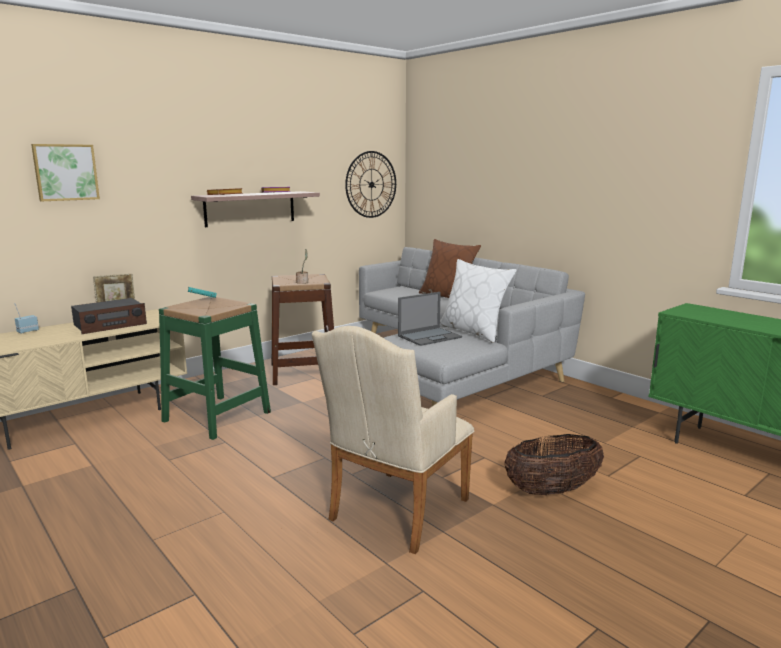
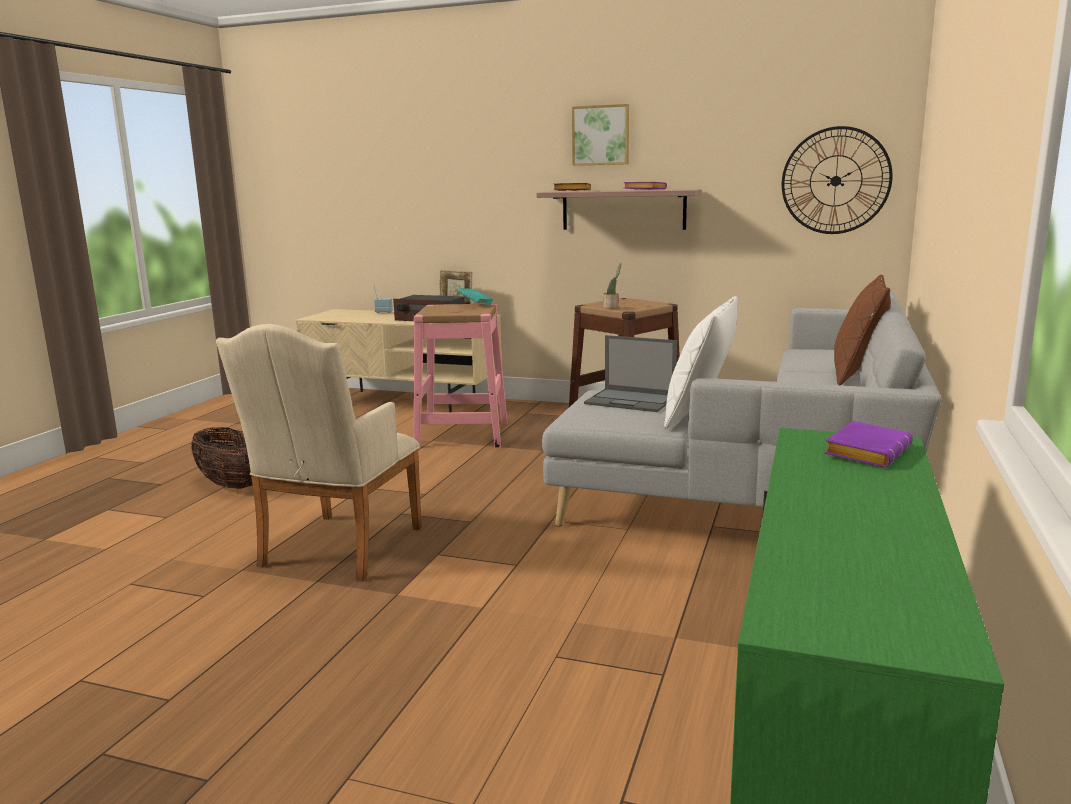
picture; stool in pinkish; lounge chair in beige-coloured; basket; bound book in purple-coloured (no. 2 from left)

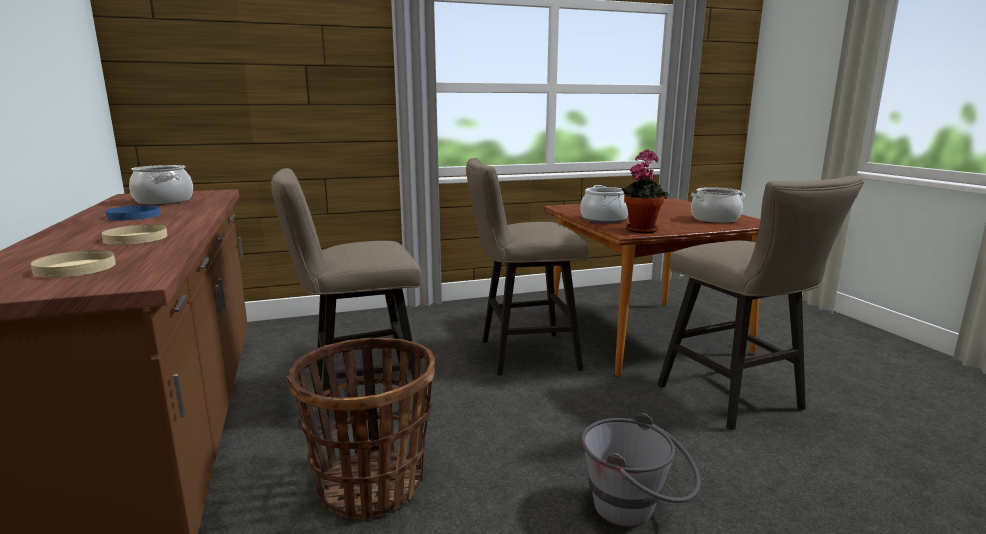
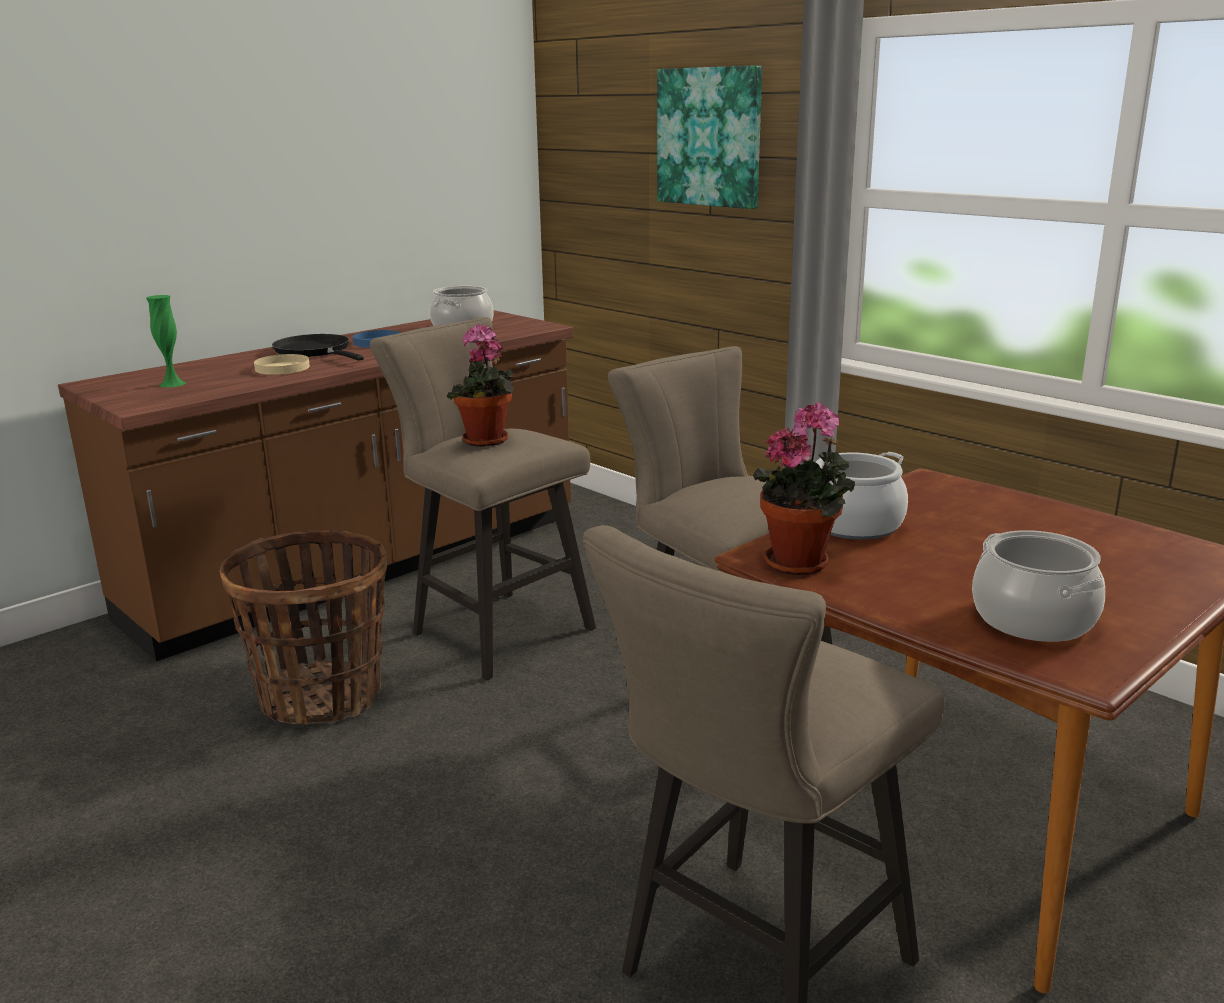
vase in green; pail in gray; pan in black-coloured; houseplant (no. 1 from left); picture

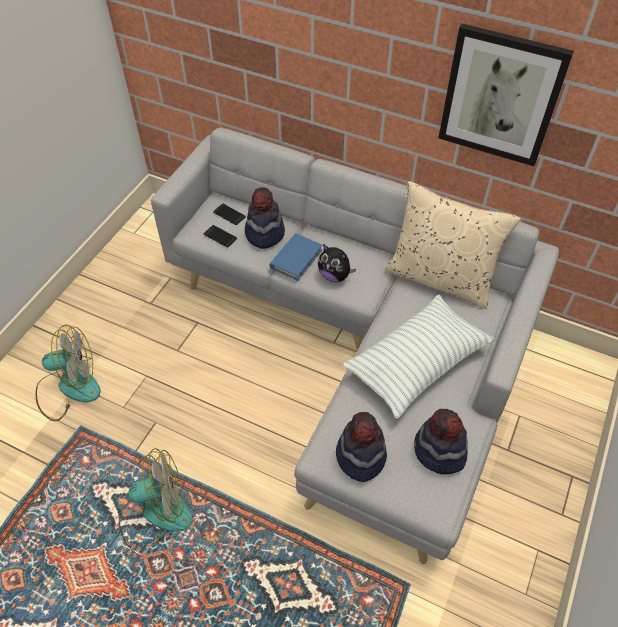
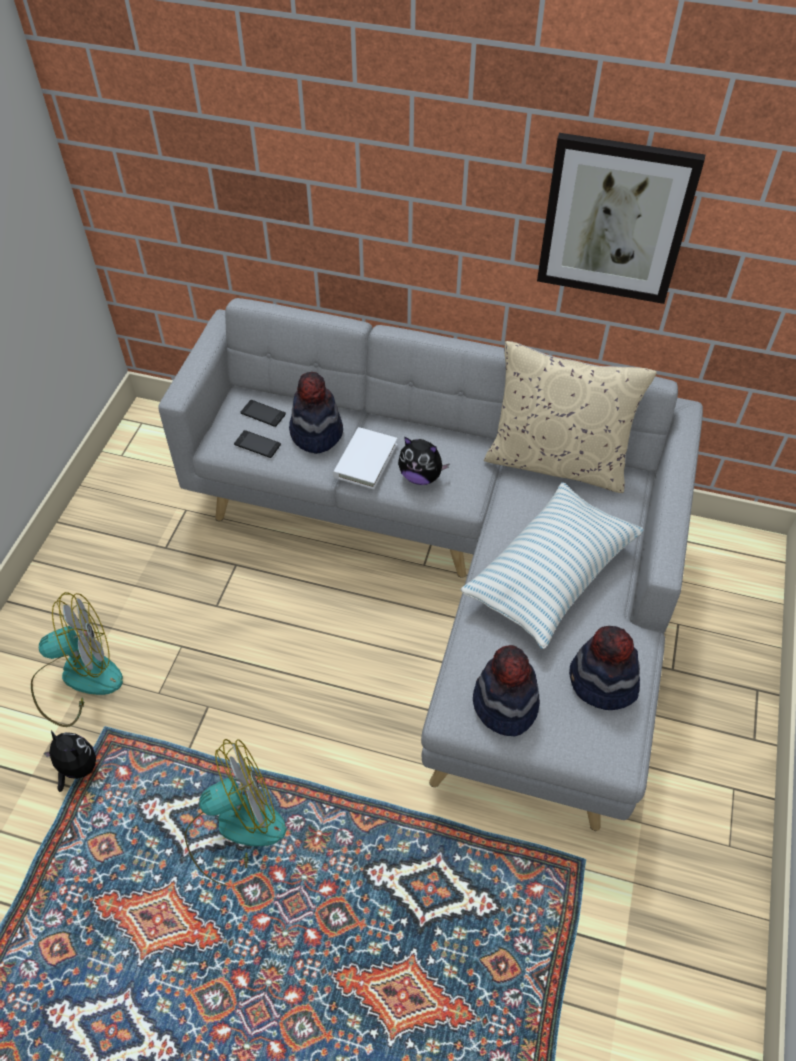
bound book in white; cuddly toy (no. 1 from left)

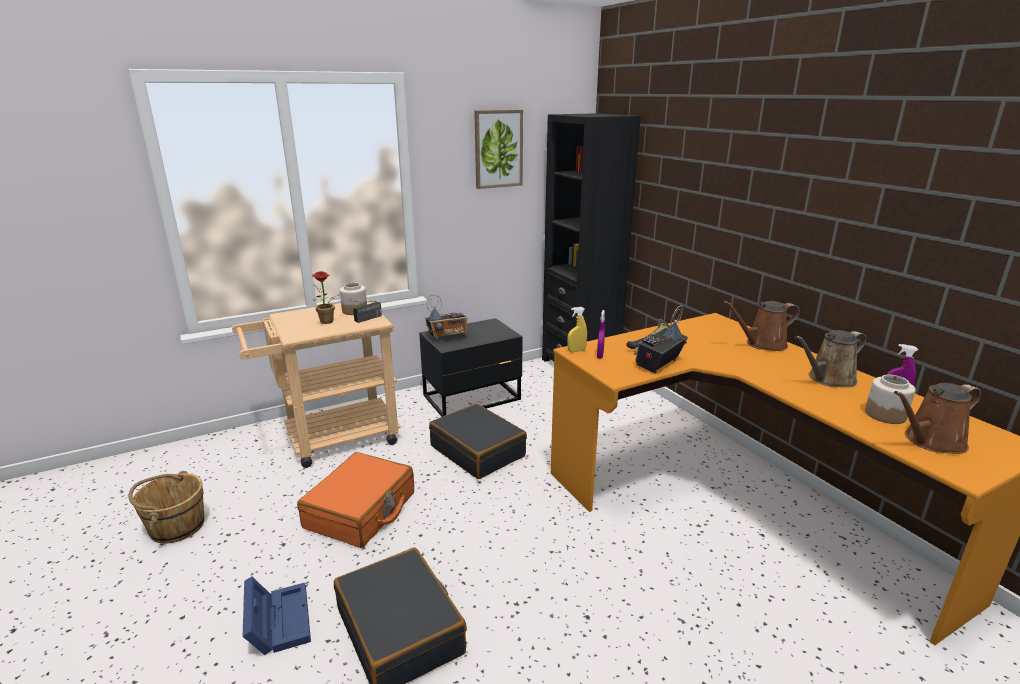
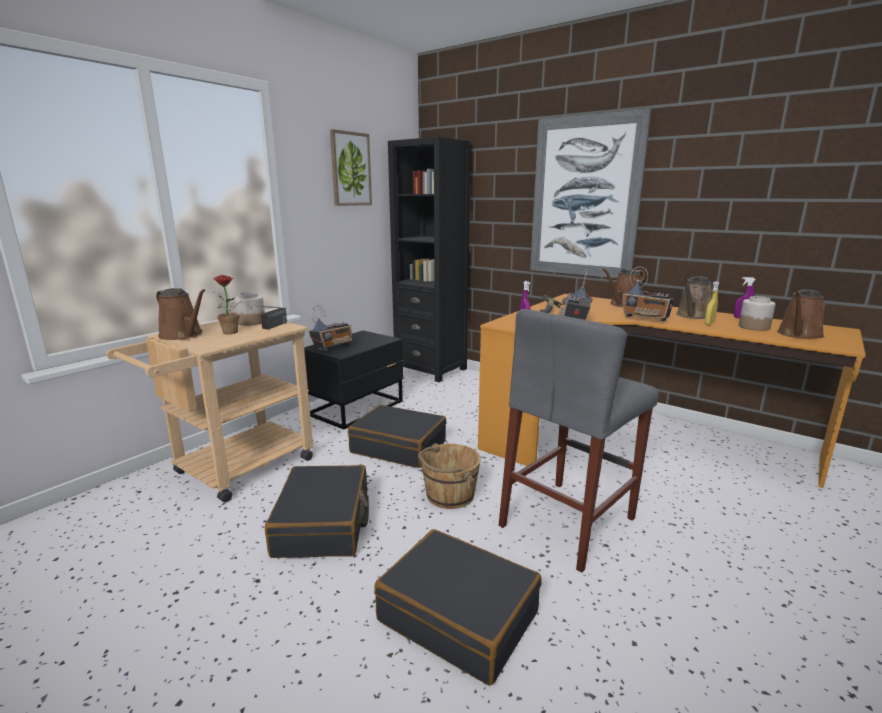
pail in brown-coloured; storage box in blue-coloured; travel case in black-coloured (no. 1 from left); spray bottle in yellow; watering can in brown-coloured (no. 1 from left); stool in gray; picture (no. 2 from left); radio set (no. 4 from left)

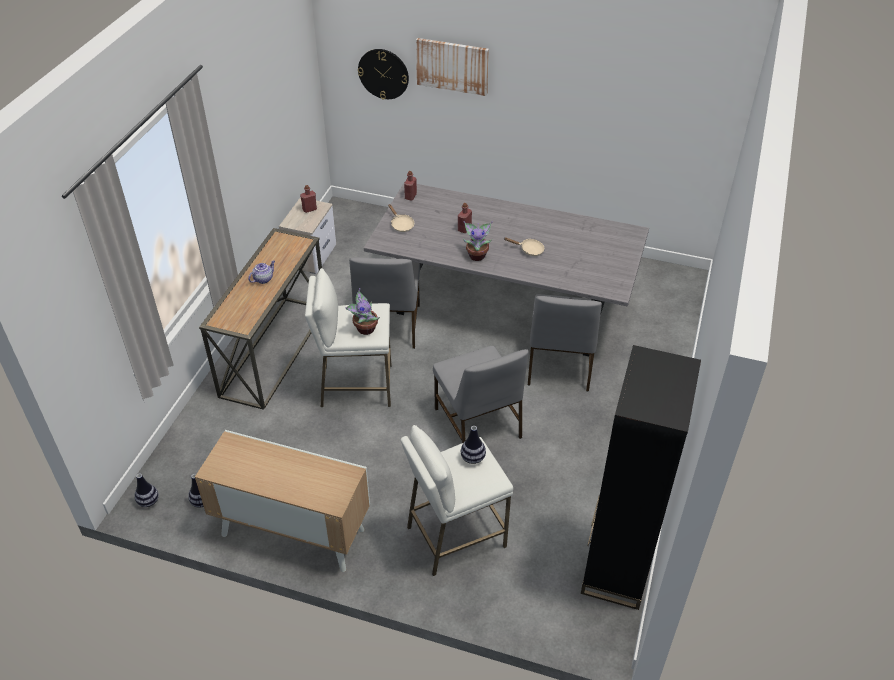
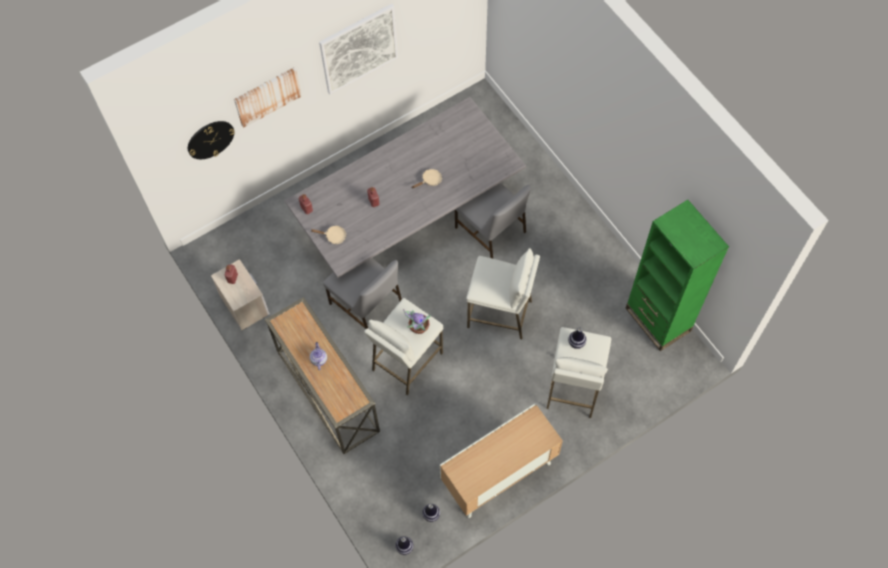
stool in white (no. 2 from left); houseplant (no. 2 from left in the first image); bookshelf in green; picture (no. 2 from left)

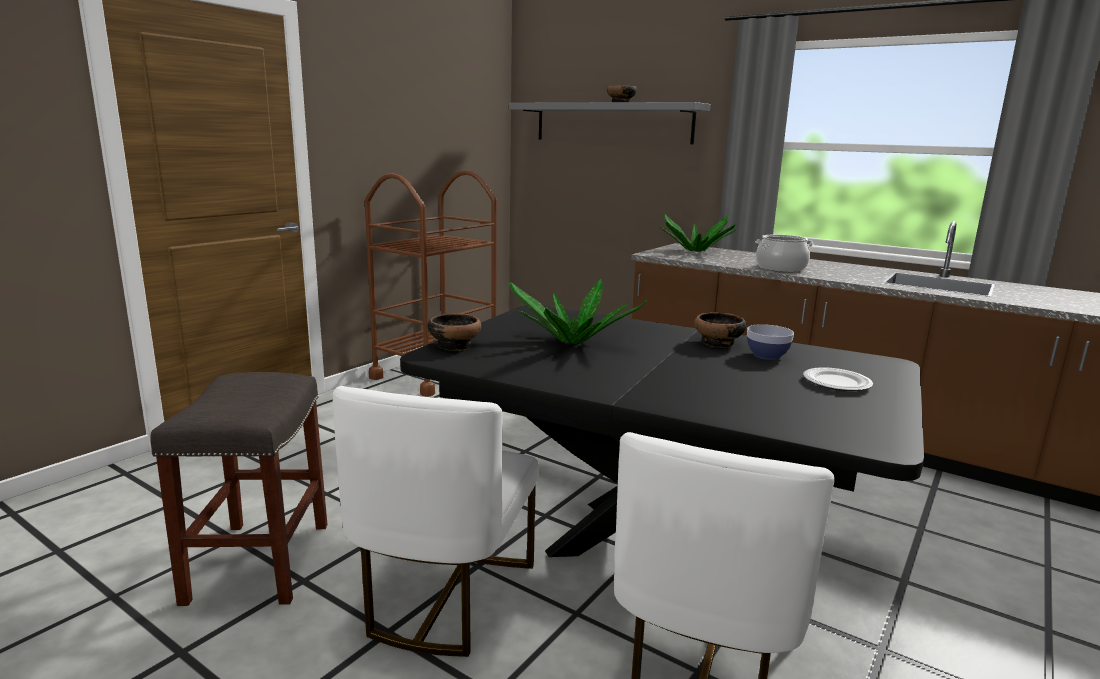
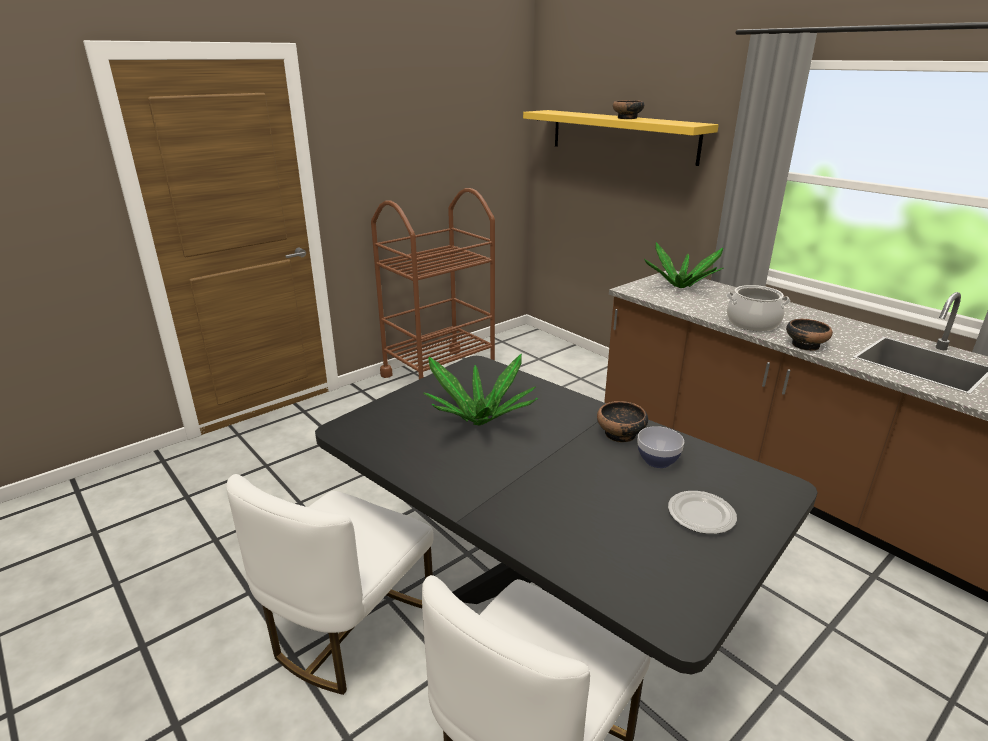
stool in gray; serving bowl (no. 4 from left); shelf in yellow

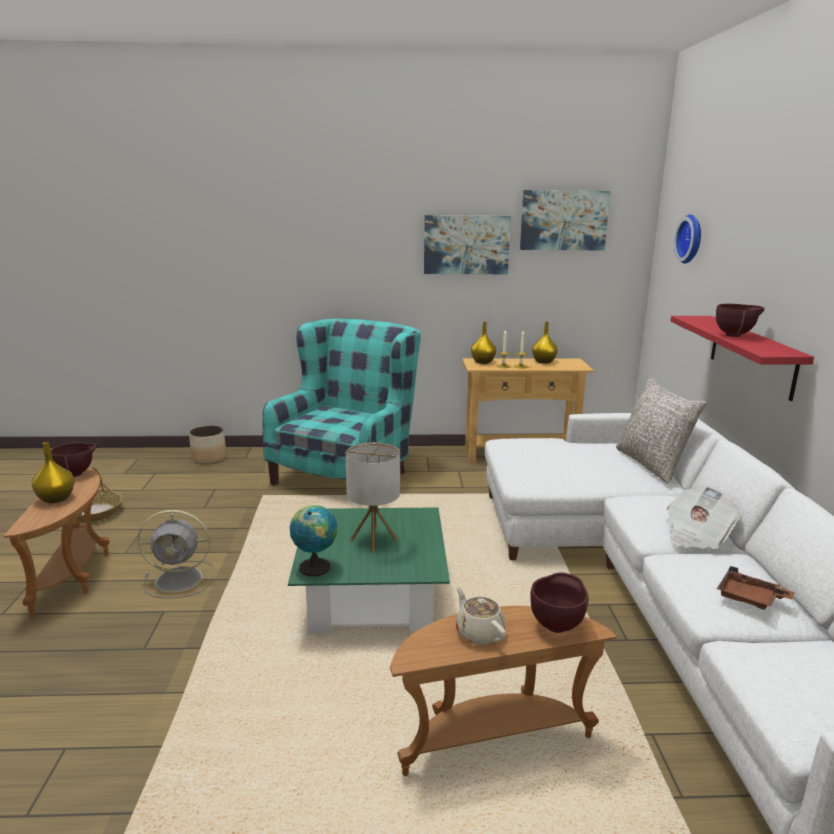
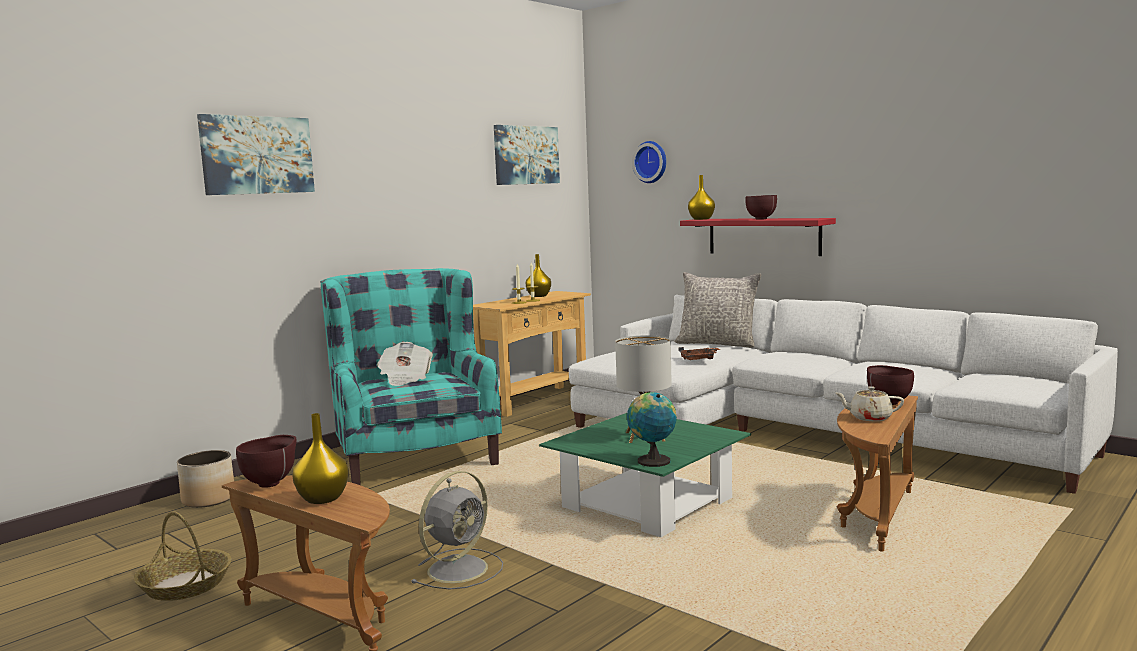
picture (no. 1 from left); vase in yellow (no. 3 from left); newspaper; serving tray in brown-coloured

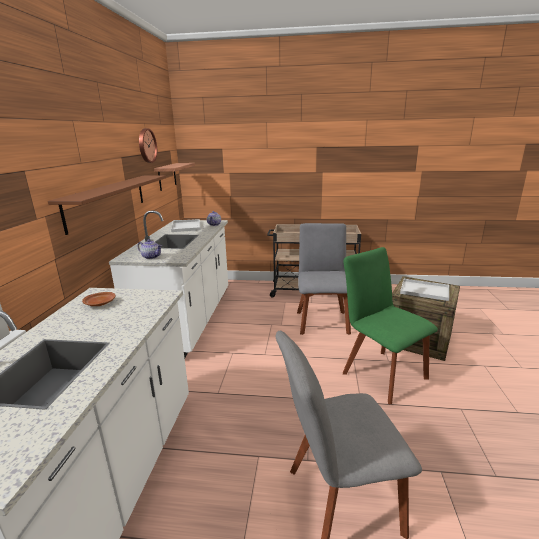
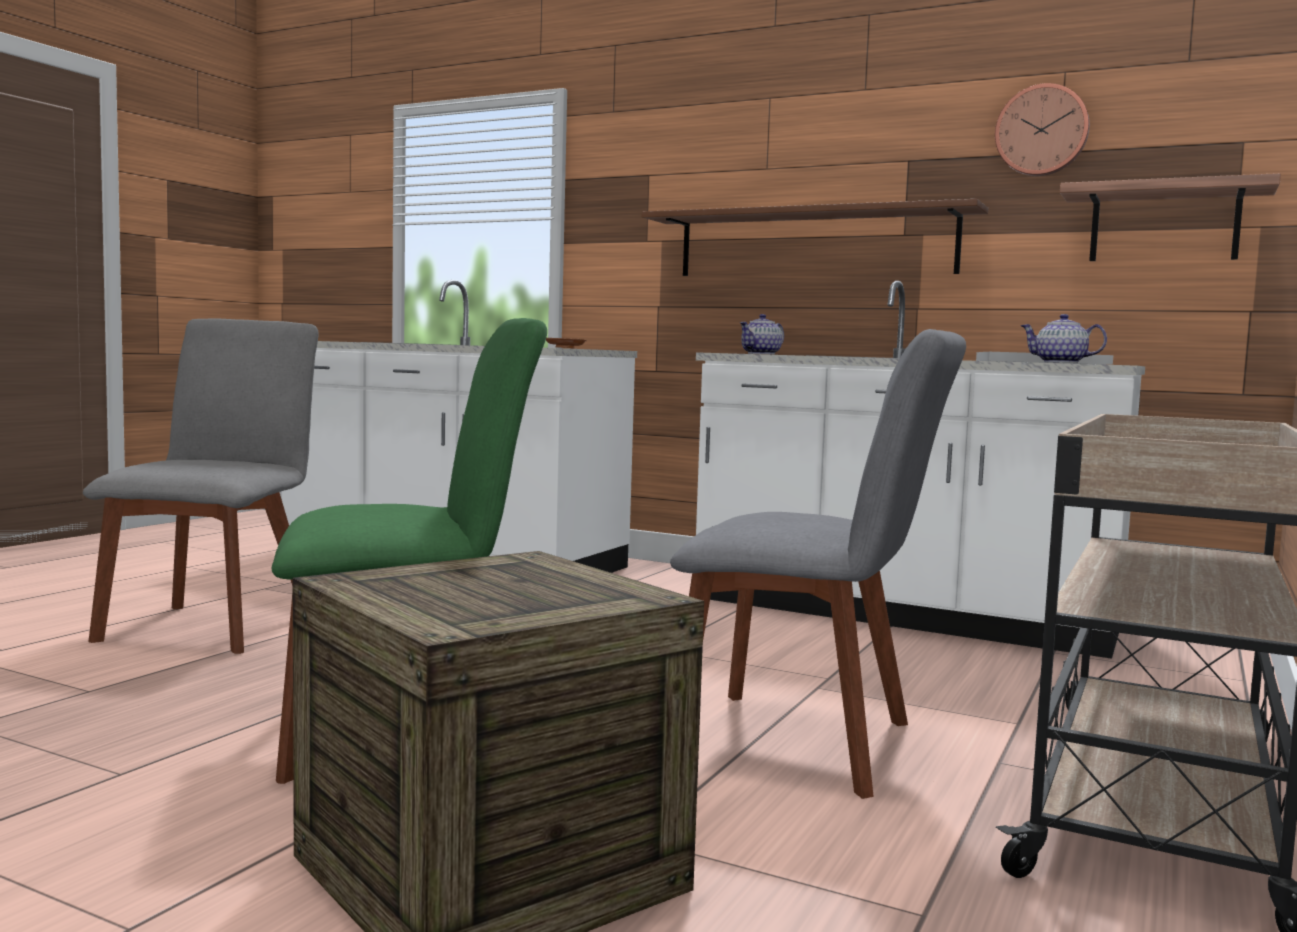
serving tray in white (no. 2 from left in the first image)

